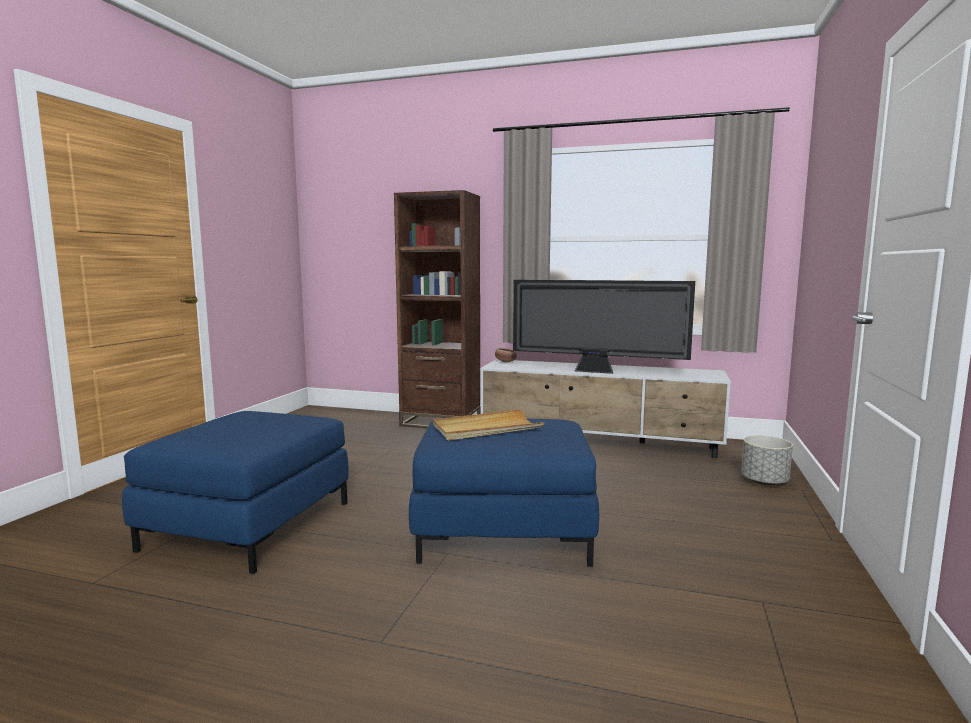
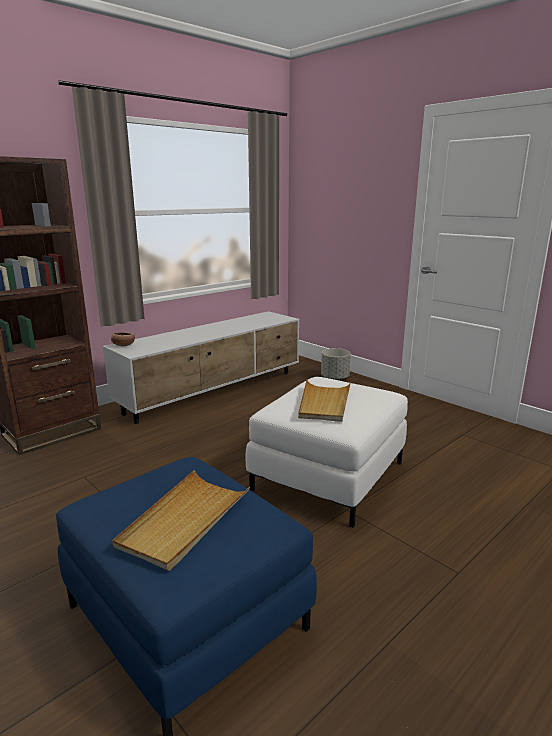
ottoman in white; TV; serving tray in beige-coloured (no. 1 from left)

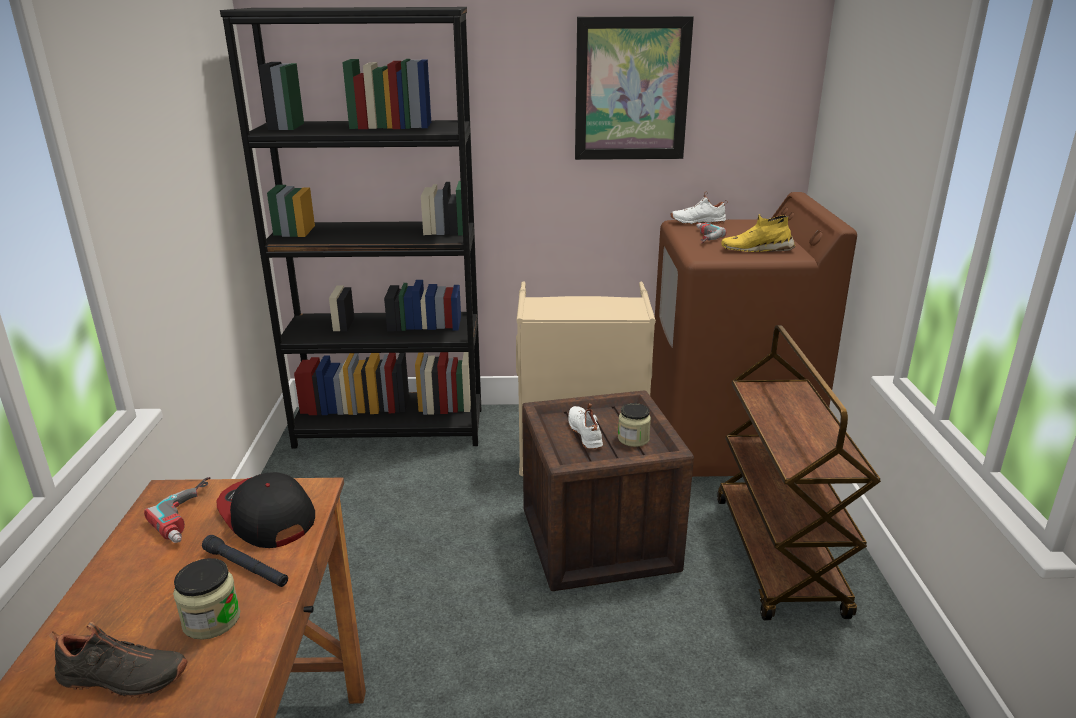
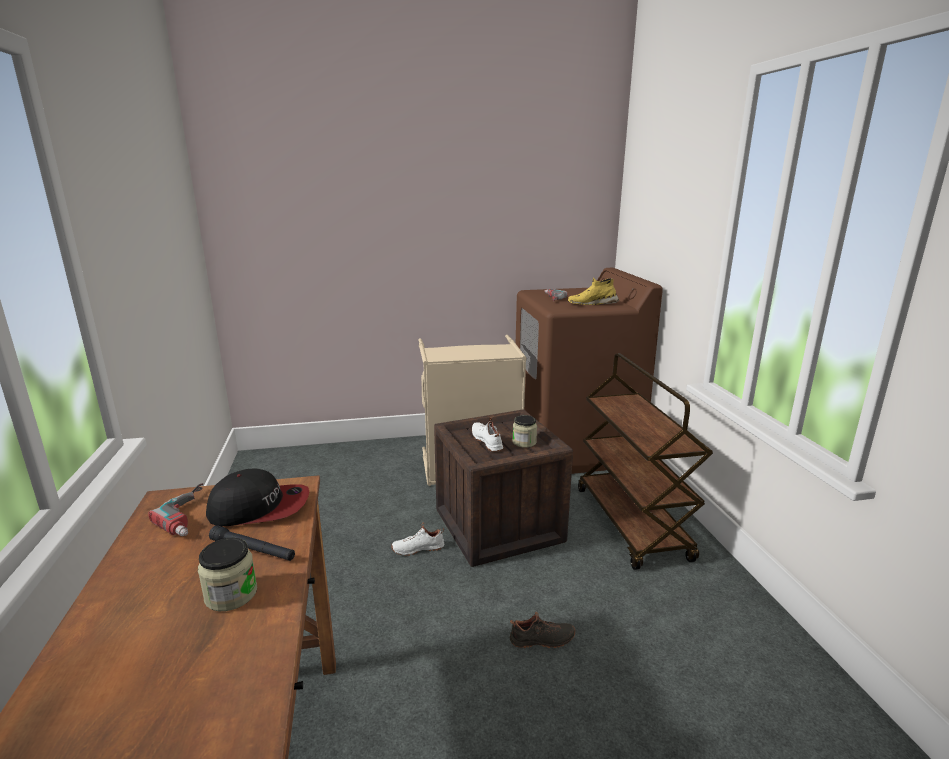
item of footwear in black-coloured; baseball cap; bookshelf in black-coloured; picture; item of footwear in white (no. 1 from left)

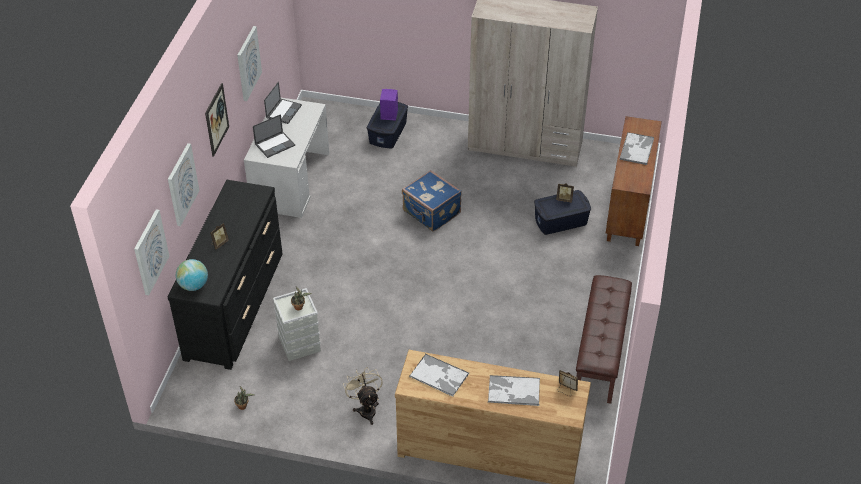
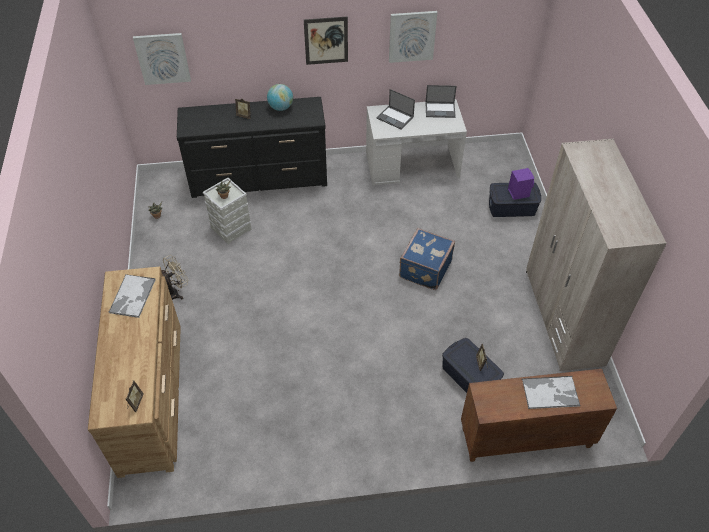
picture (no. 2 from left in the first image); globe; serving tray (no. 2 from left in the first image); long seat in brown-coloured

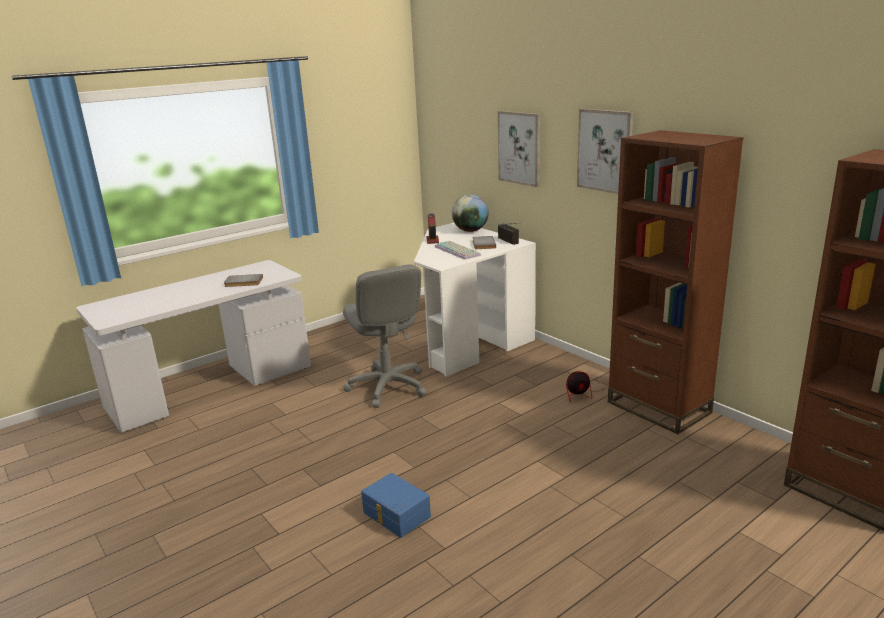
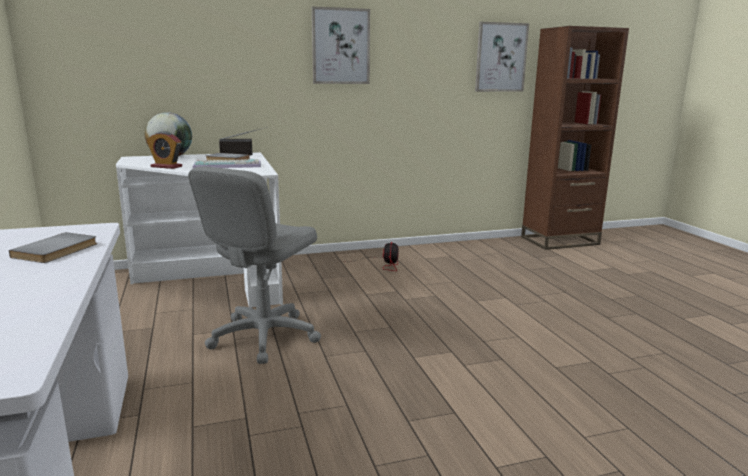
computer chair in gray; storage box in blue-coloured; picture (no. 2 from left); bookshelf in brown-coloured (no. 1 from left in the first image)

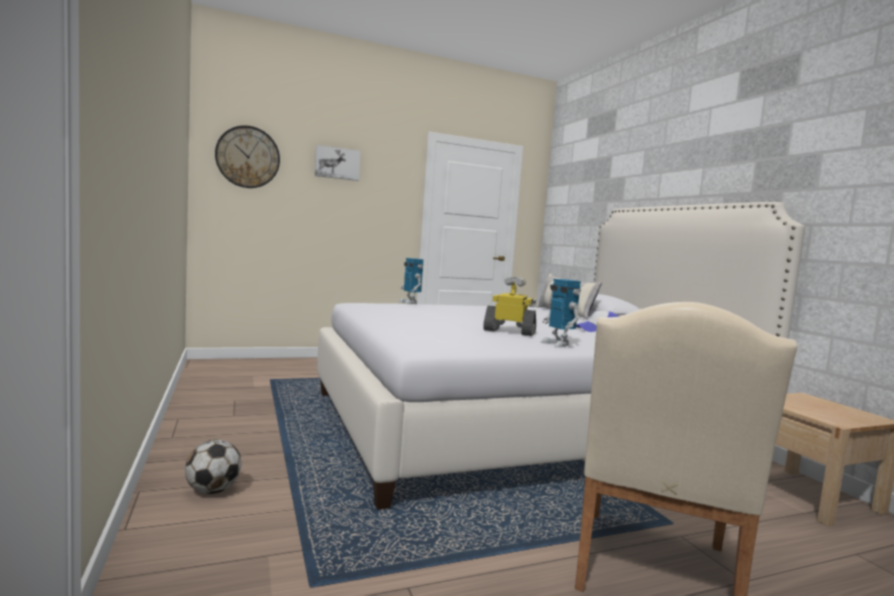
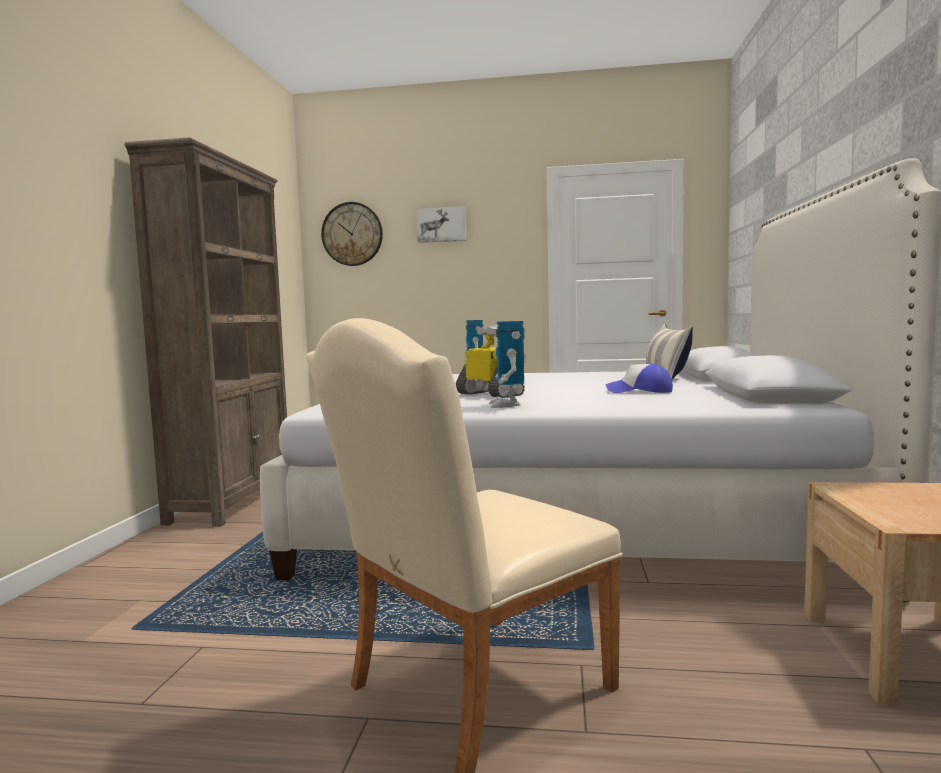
ball for football; bookshelf in brown-coloured

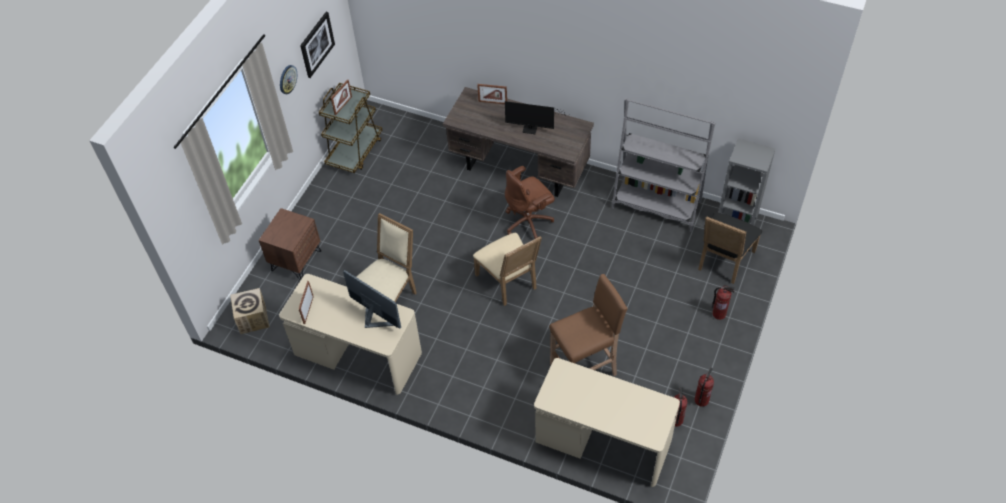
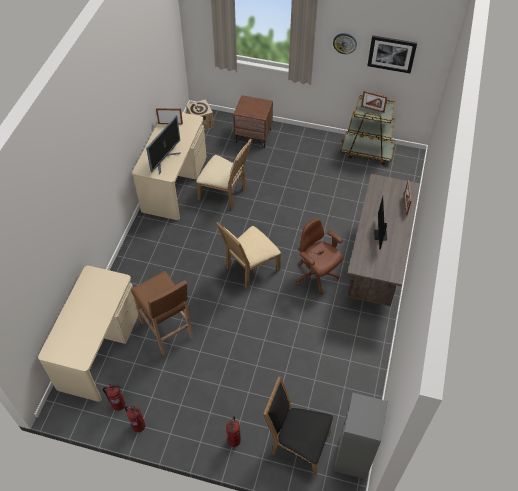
bookshelf in gray (no. 1 from left in the first image)

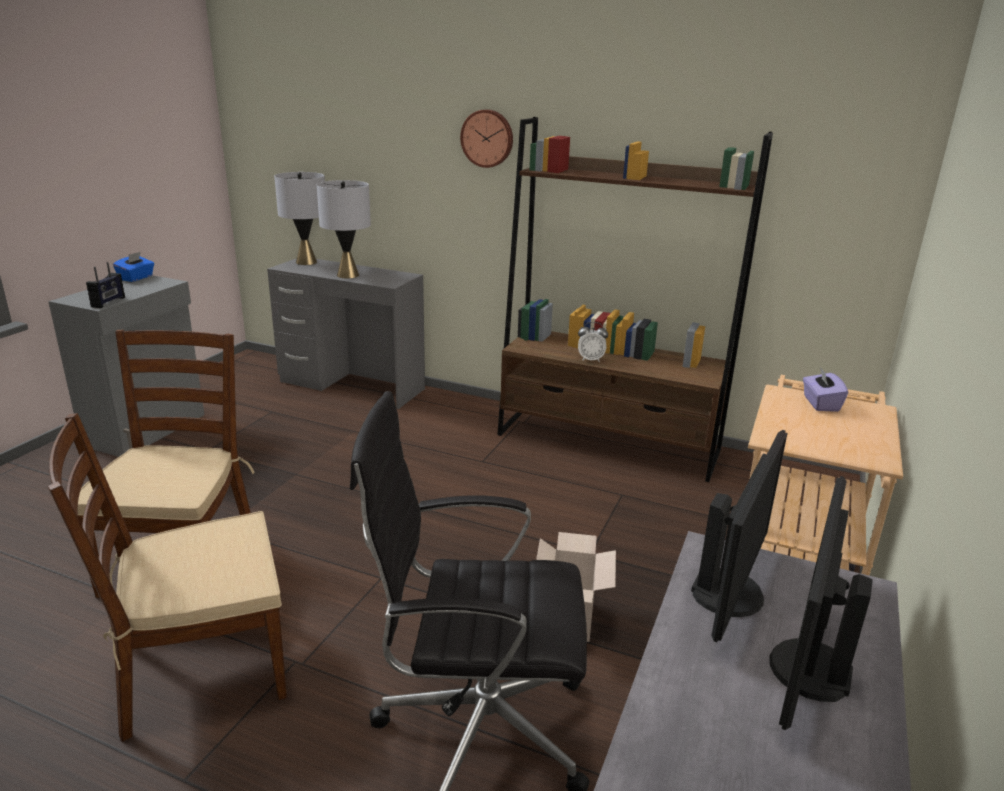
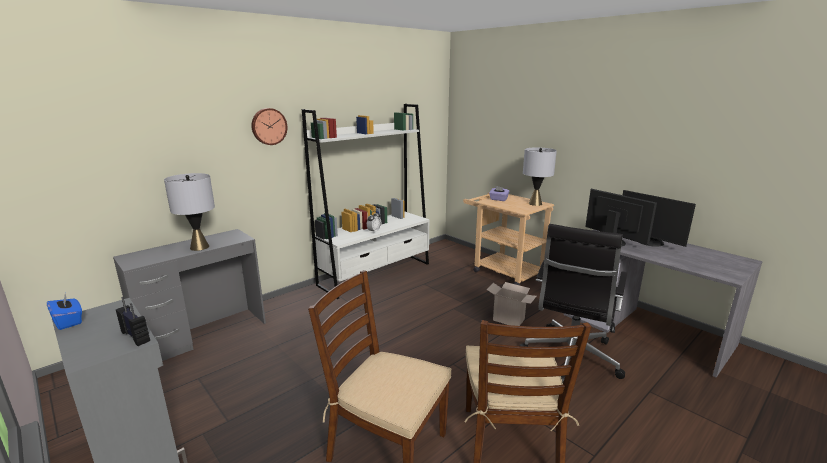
lamp for a table in gray (no. 2 from left); bookshelf in white

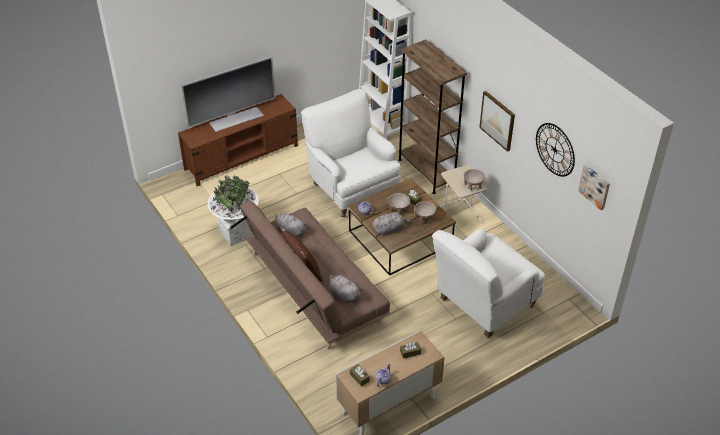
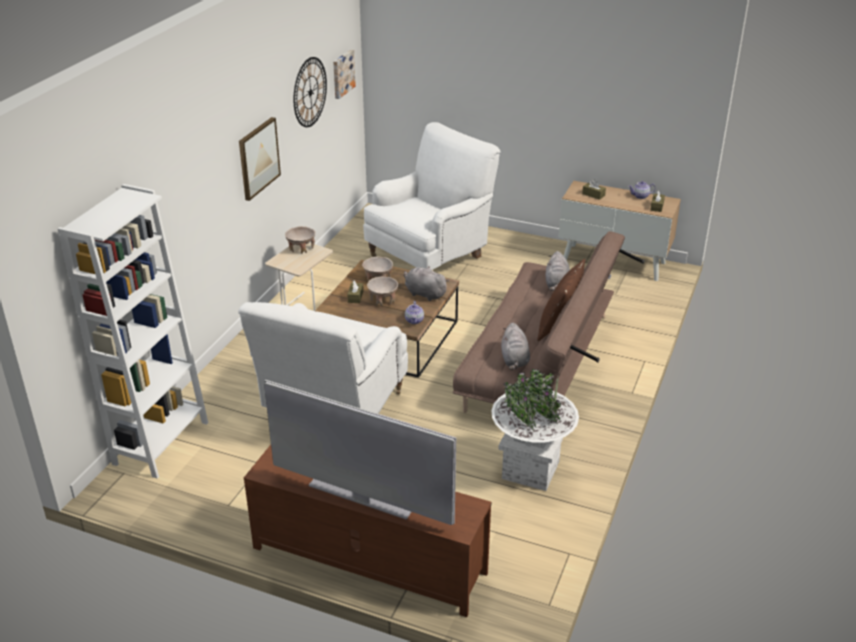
bookshelf in brown-coloured; lounge chair in white (no. 2 from left)

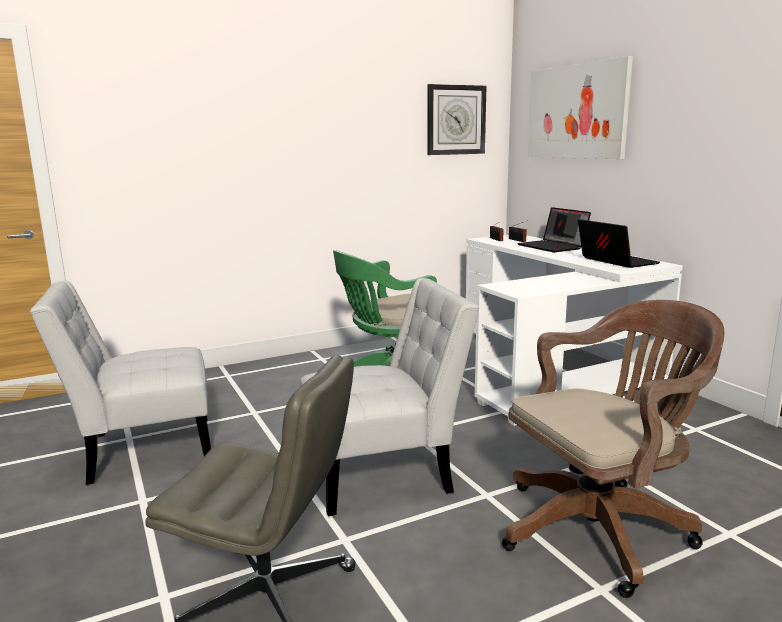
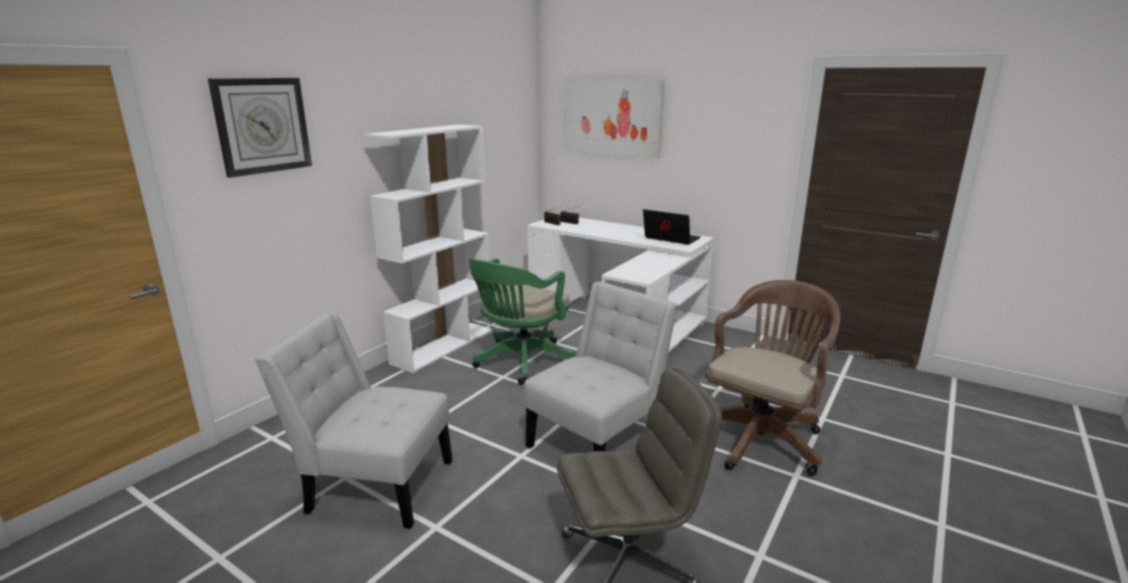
plain chair in white (no. 1 from left); hanging clock; laptop (no. 1 from left in the first image); bookshelf in white

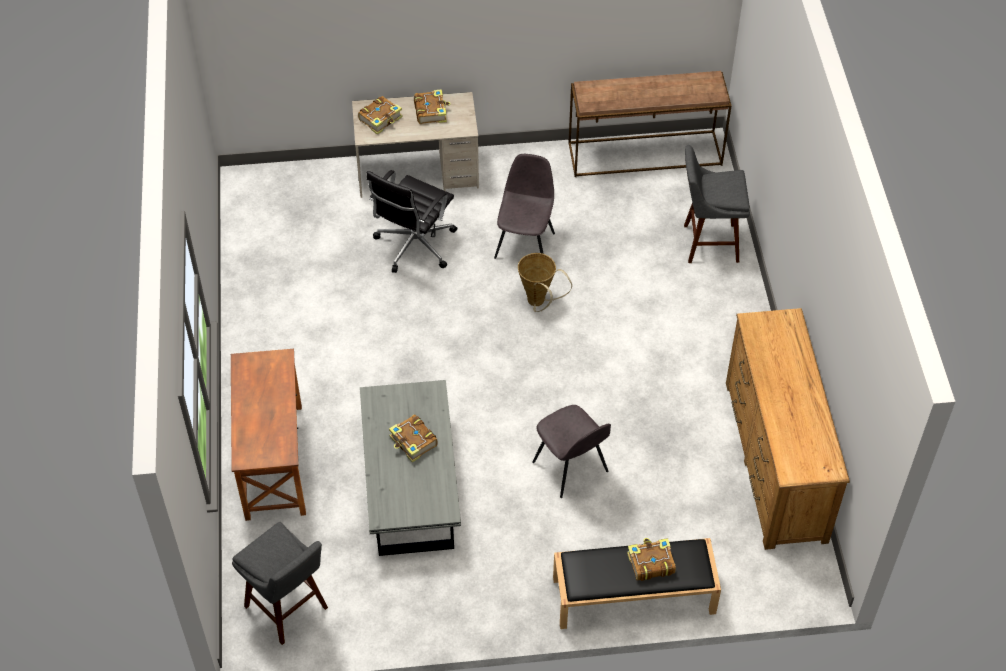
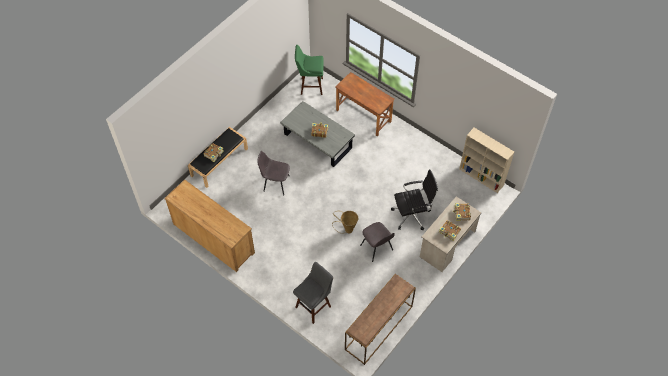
stool in green; computer chair in black-coloured; bookshelf in beige-coloured

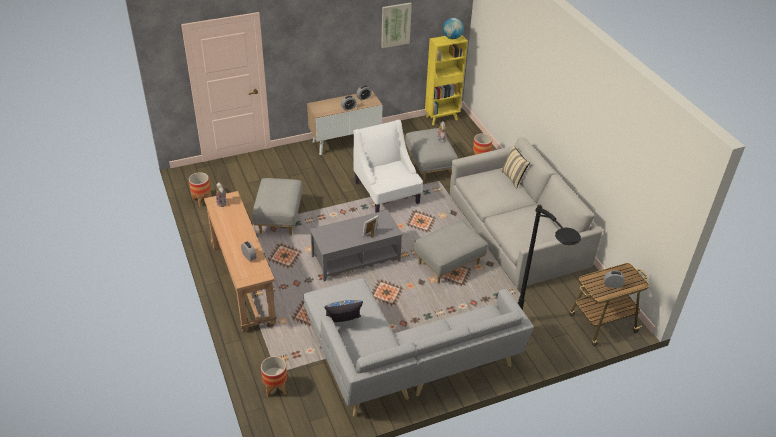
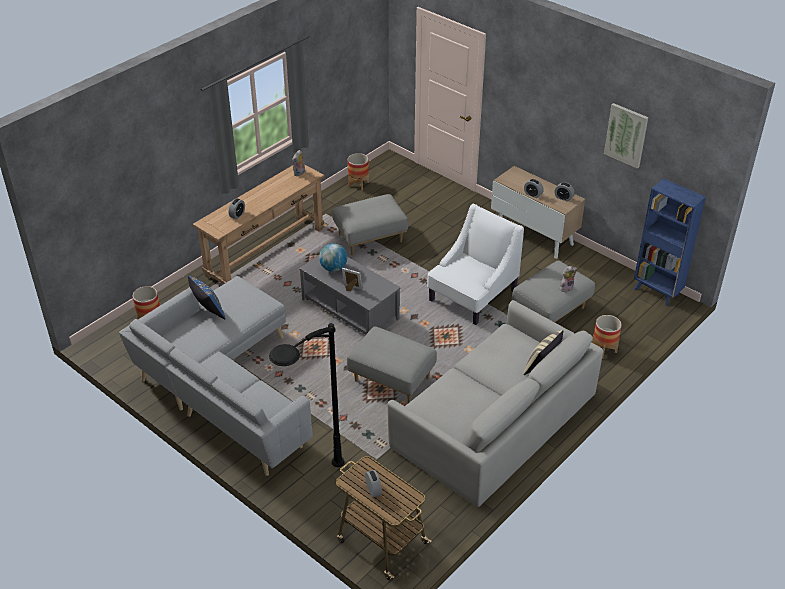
bookshelf in blue-coloured; globe

